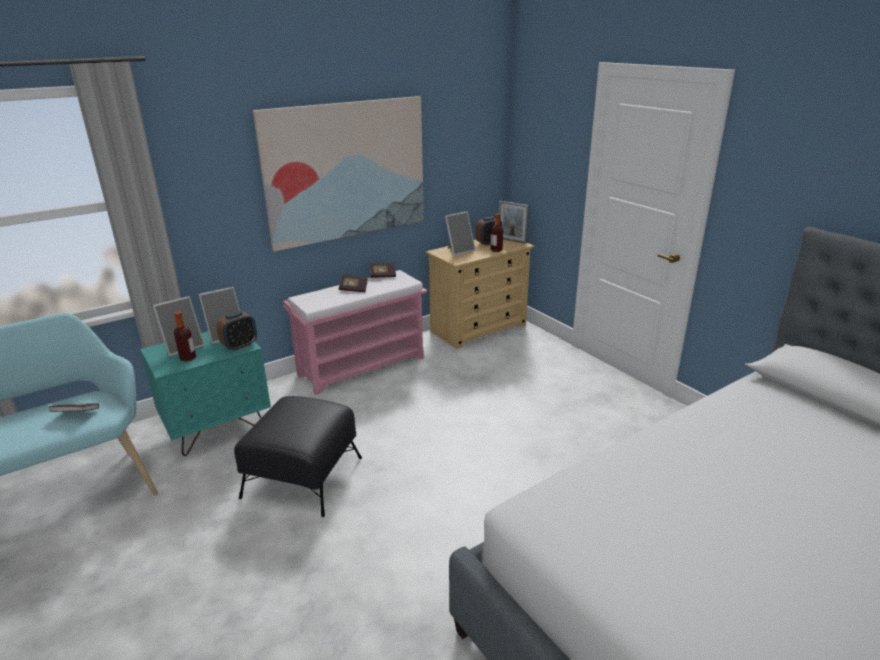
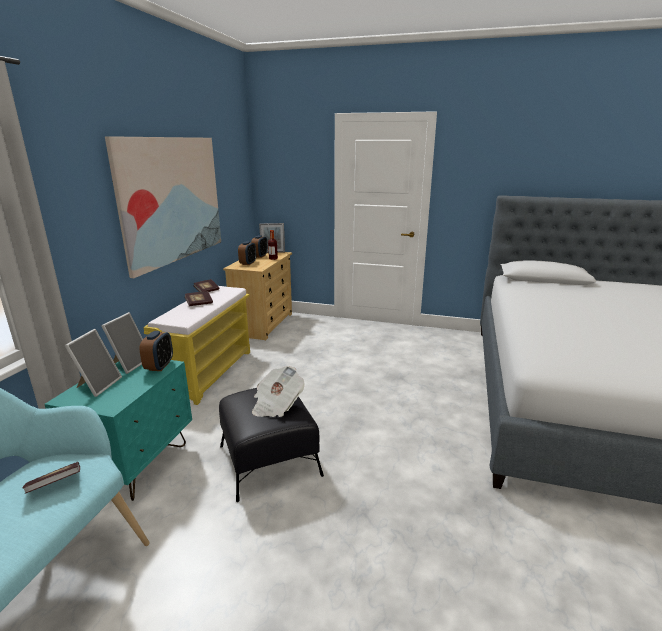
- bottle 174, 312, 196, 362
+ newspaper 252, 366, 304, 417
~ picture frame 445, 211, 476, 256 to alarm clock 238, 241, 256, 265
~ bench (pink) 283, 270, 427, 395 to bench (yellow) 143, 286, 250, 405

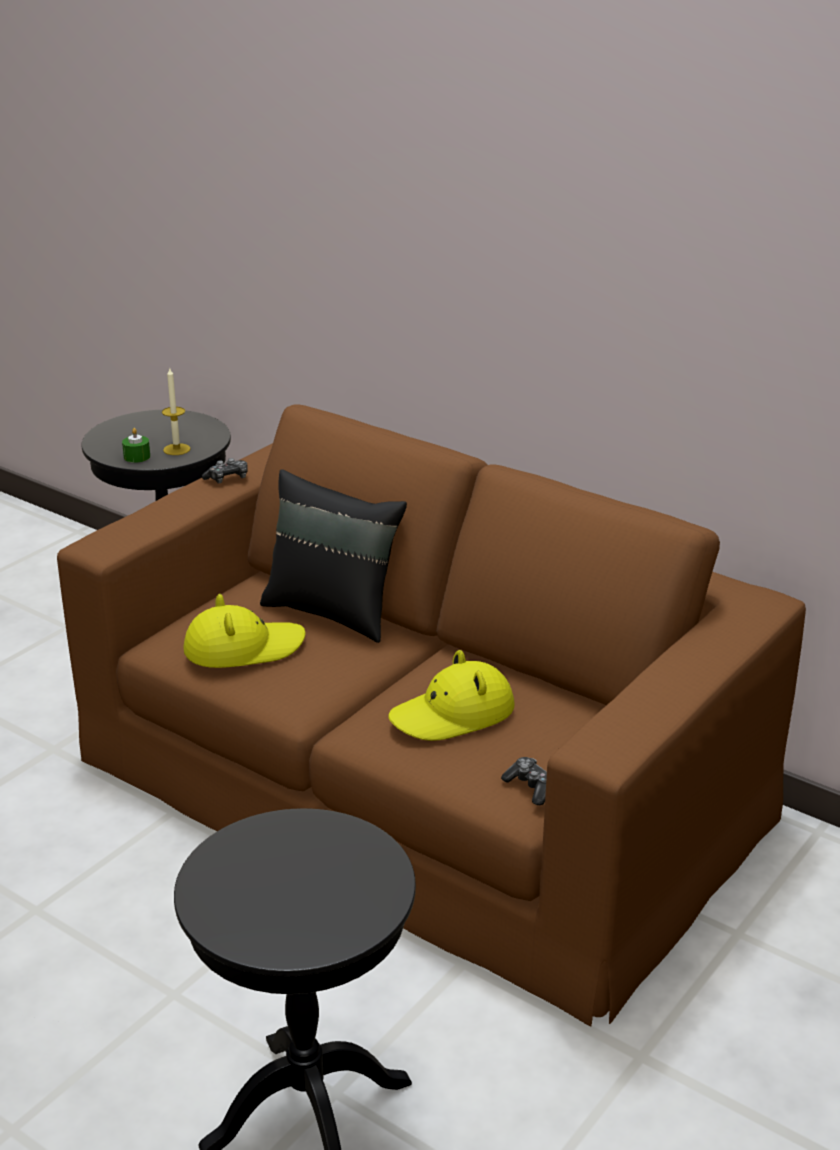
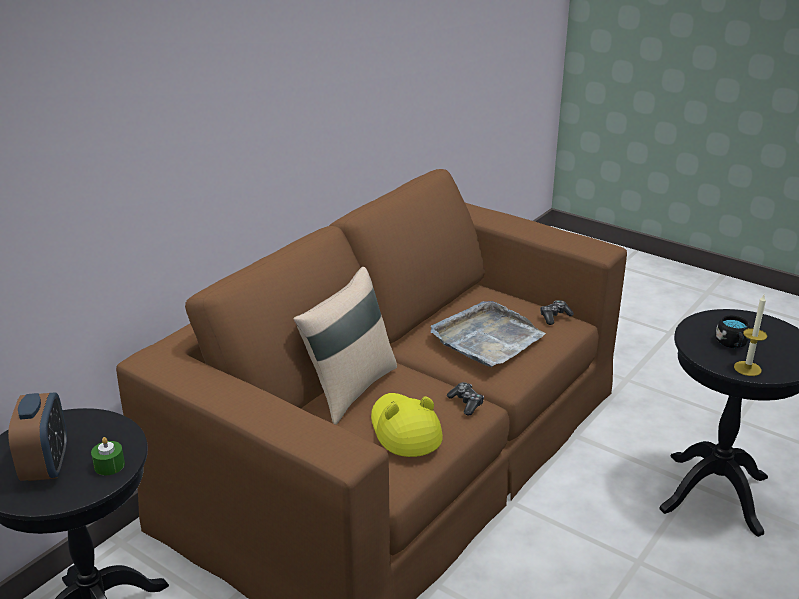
+ alarm clock 8, 392, 67, 481
+ mug (black) 716, 315, 750, 348
~ candle 162, 368, 191, 455 to 734, 295, 767, 376
~ game controller 202, 458, 248, 483 to 447, 382, 484, 416
~ hat (yellow) 388, 650, 515, 741 to tray (grey) 431, 301, 546, 367
~ pillow (black) 260, 469, 407, 643 to pillow (beige) 293, 267, 397, 425

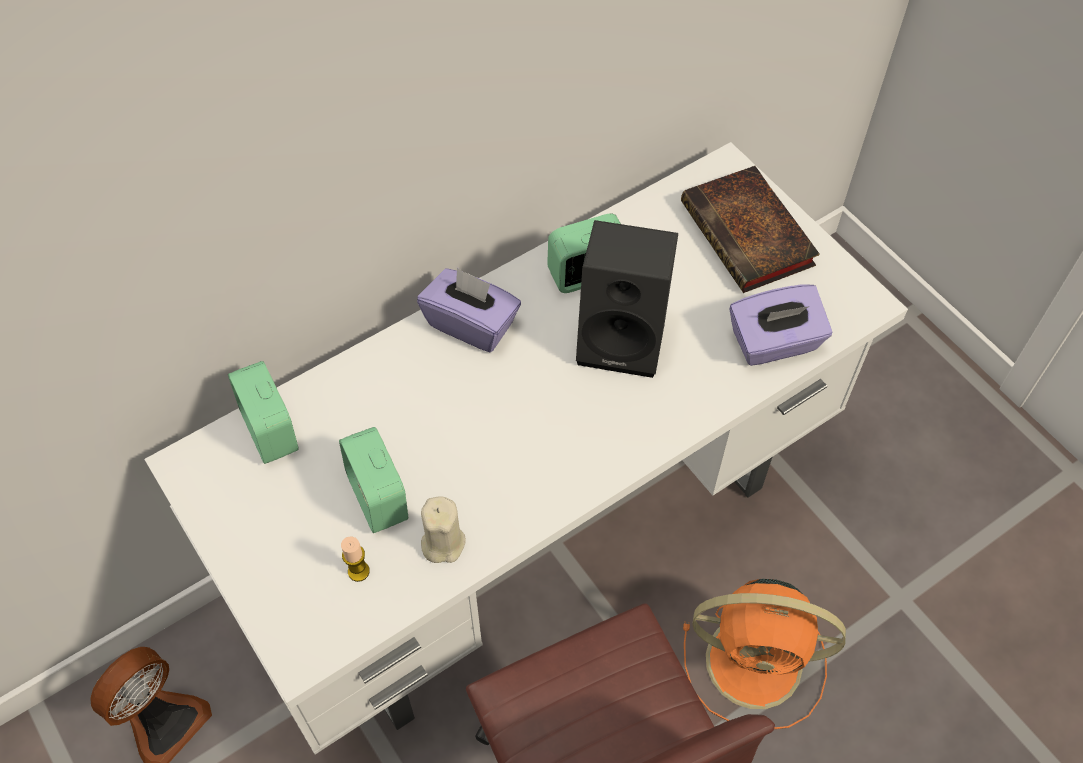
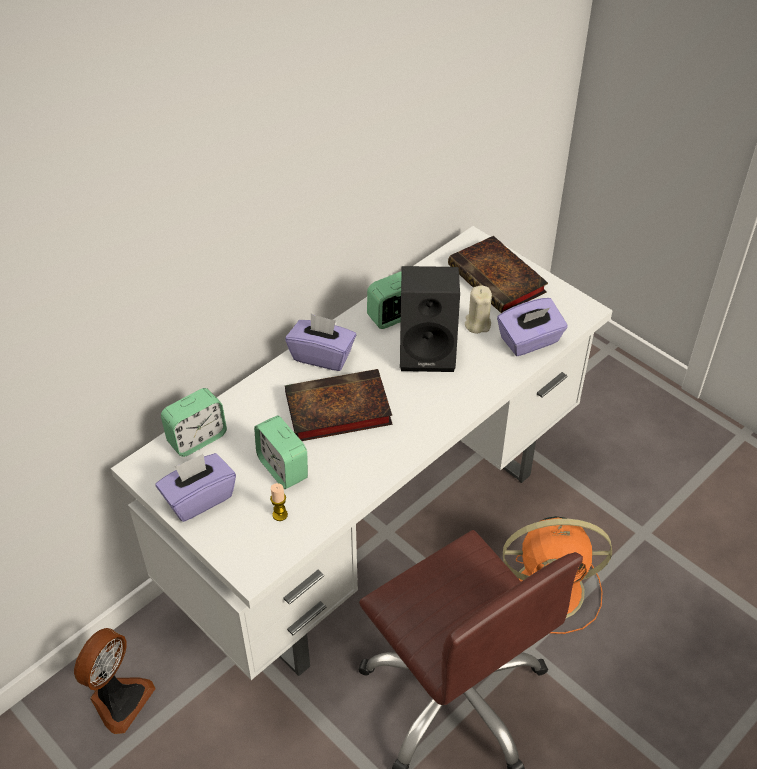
+ tissue box (purple) 156, 453, 236, 522
+ book 285, 369, 392, 441
~ candle (beige) 421, 497, 466, 563 to 465, 286, 492, 334
~ alarm clock 228, 361, 299, 464 = 161, 388, 227, 457 90 degrees counterclockwise

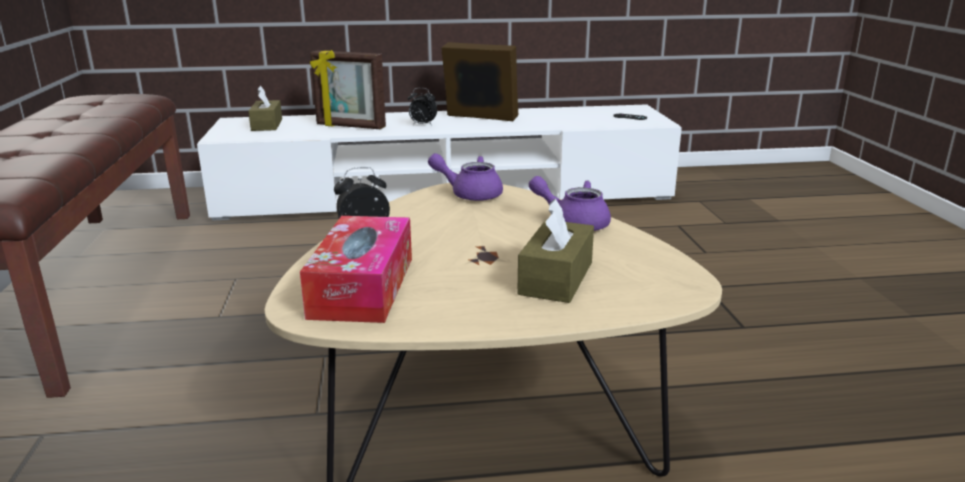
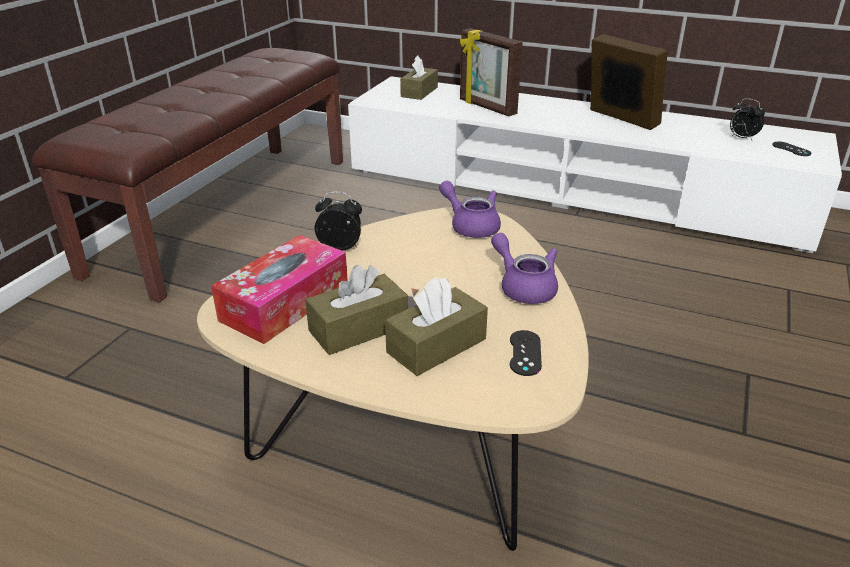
+ tissue box (brown) 305, 265, 408, 355
+ game controller (black) 510, 330, 542, 376
~ alarm clock 408, 88, 437, 125 to 730, 98, 765, 141

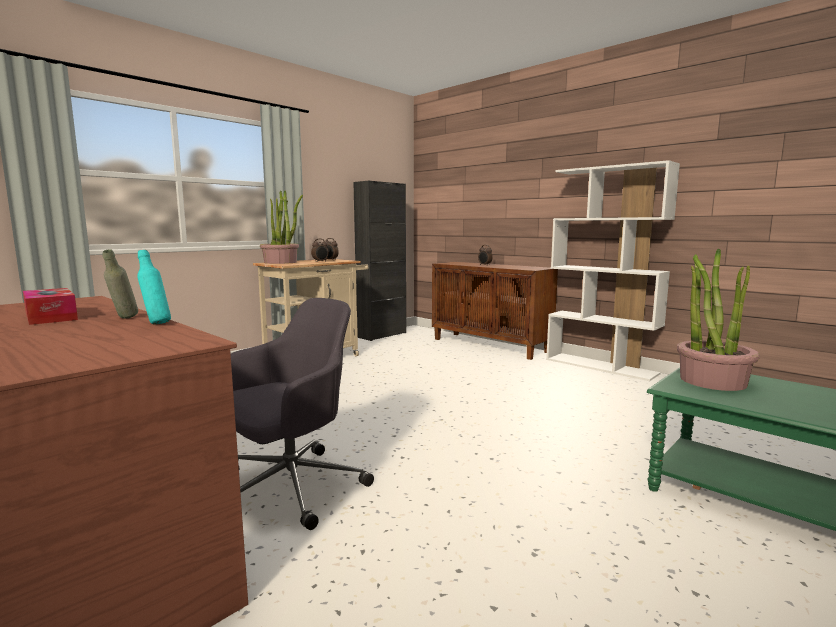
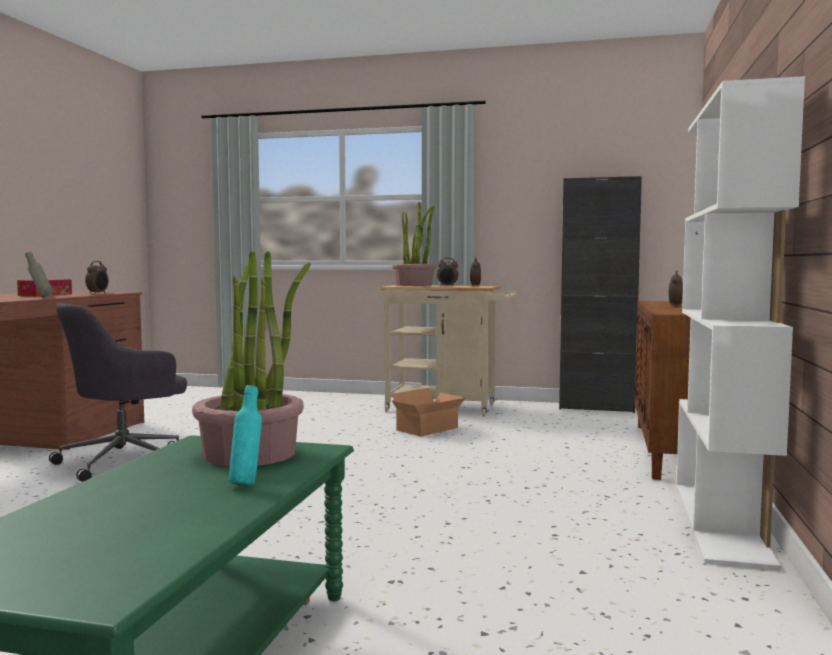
+ alarm clock 85, 261, 108, 294
+ cardboard box 392, 387, 467, 437
~ bottle (turquoise) 137, 250, 171, 324 to 229, 385, 262, 485
~ office chair (grey) 231, 298, 374, 530 = 49, 303, 187, 482 120 degrees clockwise

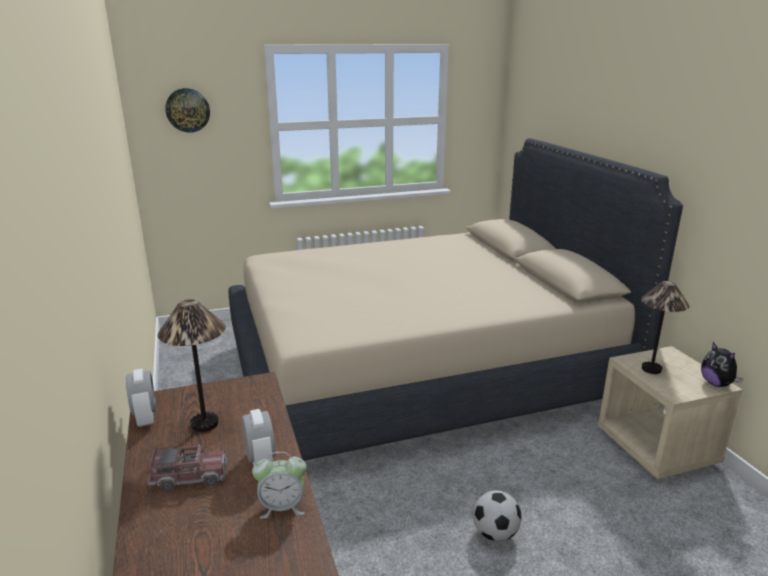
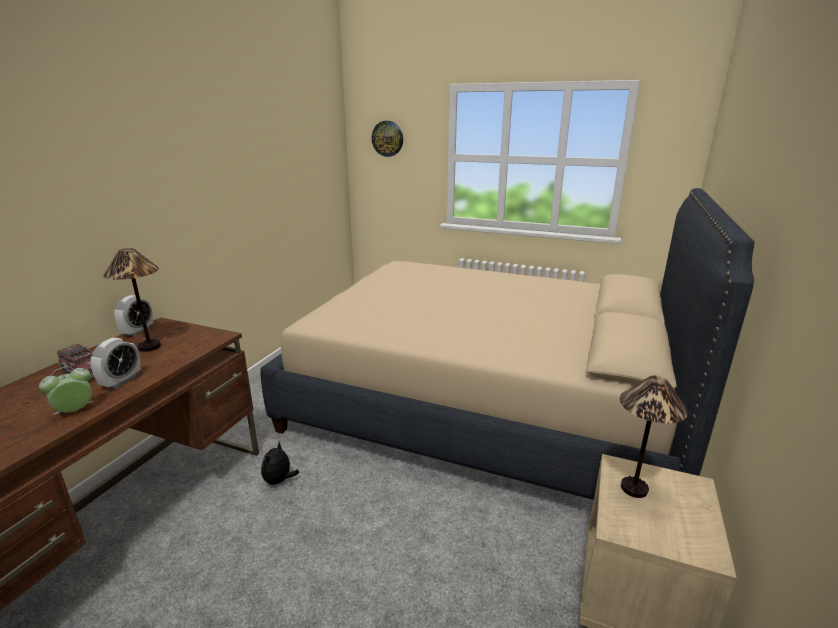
- football 473, 490, 521, 541
~ plush toy 701, 342, 743, 387 to 261, 442, 299, 485
~ alarm clock 252, 452, 307, 519 = 39, 367, 94, 415 105 degrees clockwise

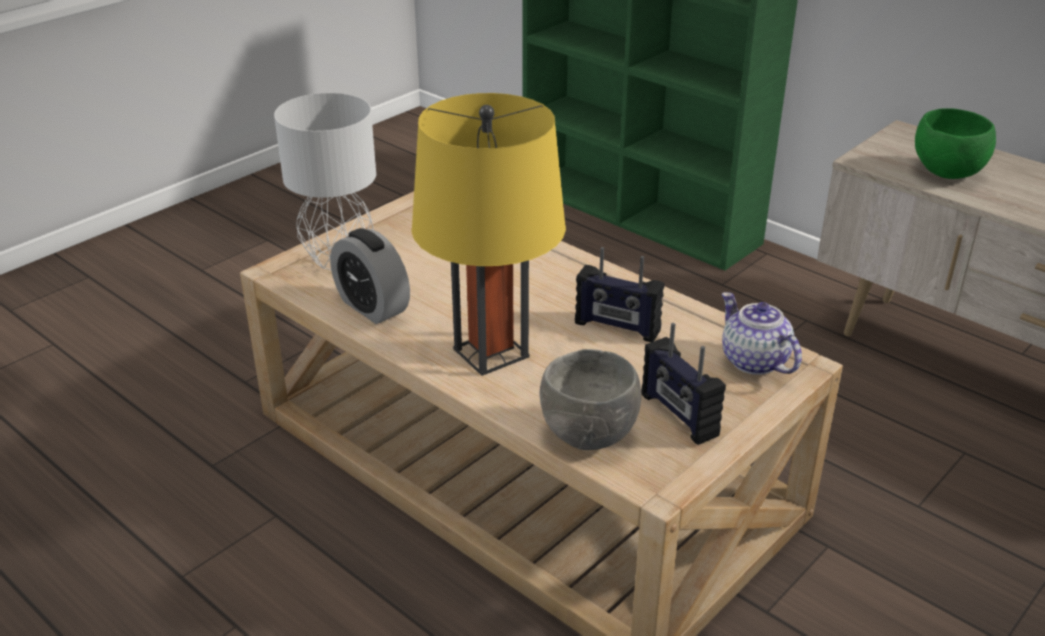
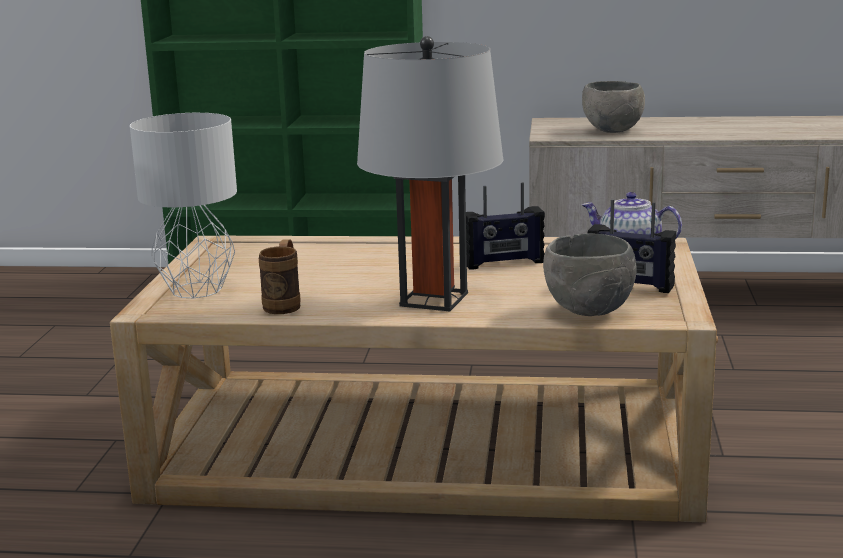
~ alarm clock 330, 228, 410, 324 to mug (brown) 259, 239, 301, 314
~ table lamp (yellow) 411, 93, 566, 376 to table lamp (grey) 357, 36, 504, 311
~ bowl (green) 915, 108, 996, 179 to bowl (grey) 582, 81, 645, 133

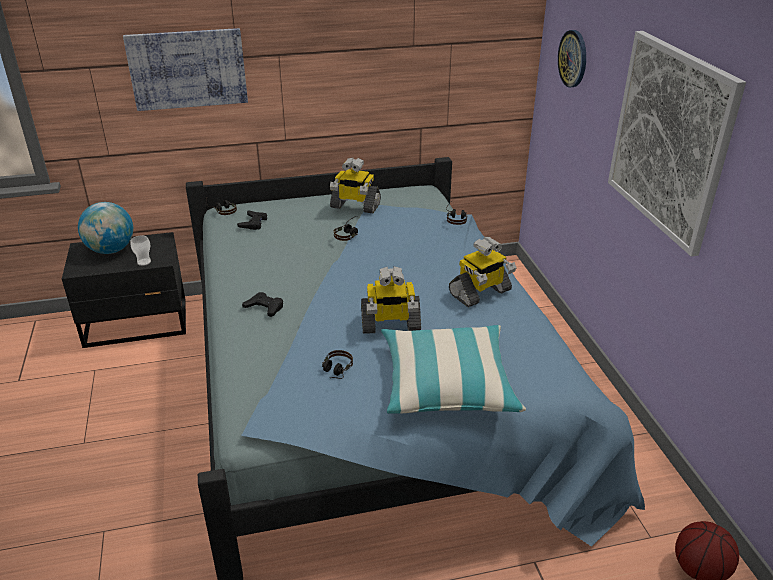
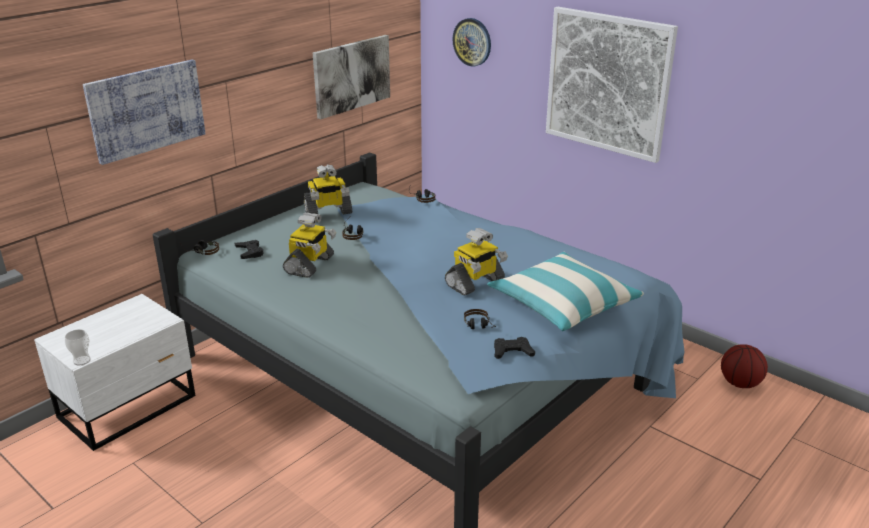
- globe 78, 202, 133, 254
+ picture 313, 35, 390, 119
~ cup 130, 235, 151, 266 to 65, 329, 91, 365
~ game controller (black) 242, 292, 283, 317 to 494, 337, 535, 359
~ toy robot 449, 237, 517, 307 to 283, 212, 336, 278
~ nightstand (black) 62, 232, 186, 348 to nightstand (white) 34, 294, 196, 451

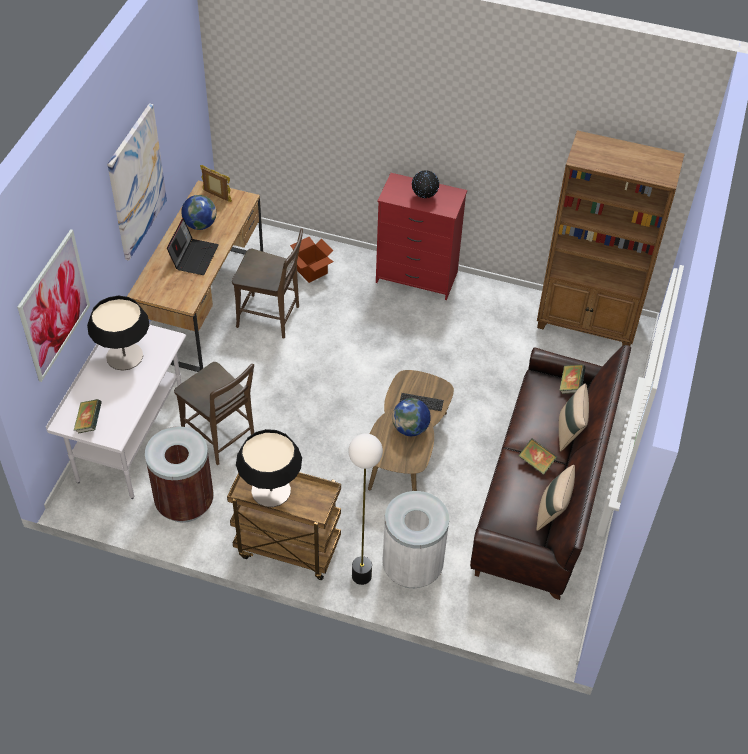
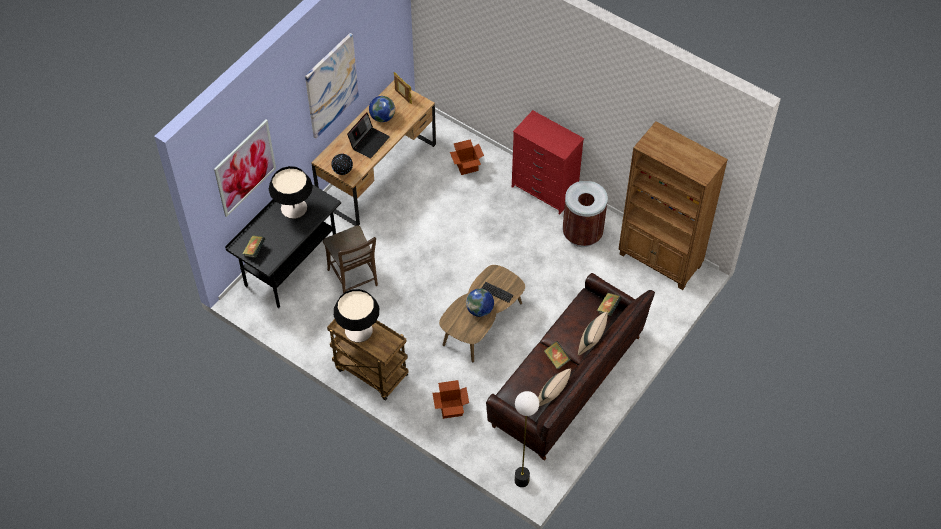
- chair (brown) 232, 228, 303, 339
~ trash can (brown) 145, 426, 214, 523 to 563, 181, 608, 247
~ floor lamp 348, 434, 383, 585 to 515, 391, 539, 487
~ globe 412, 170, 439, 198 to 331, 154, 353, 175
~ trash can (white) 382, 491, 449, 588 to cardboard box 432, 380, 469, 419
~ desk (white) 46, 325, 186, 499 to desk (black) 225, 184, 341, 308

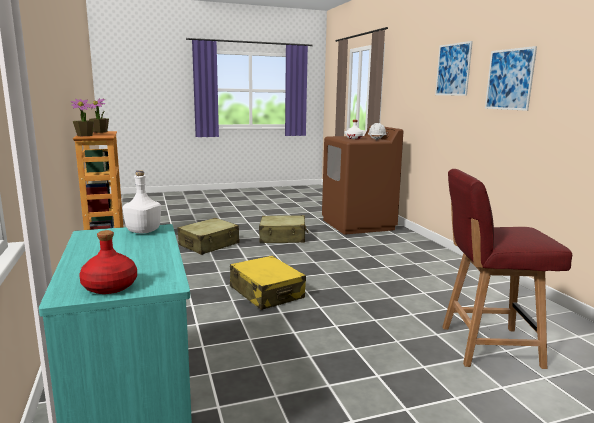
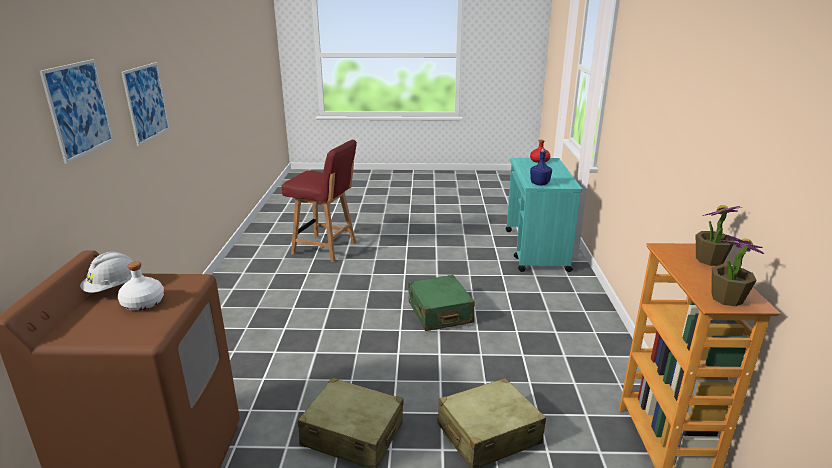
~ bottle (white) 122, 170, 161, 234 to bottle (blue) 530, 148, 552, 186
~ suitcase (yellow) 230, 255, 306, 310 to suitcase (green) 408, 275, 475, 331

